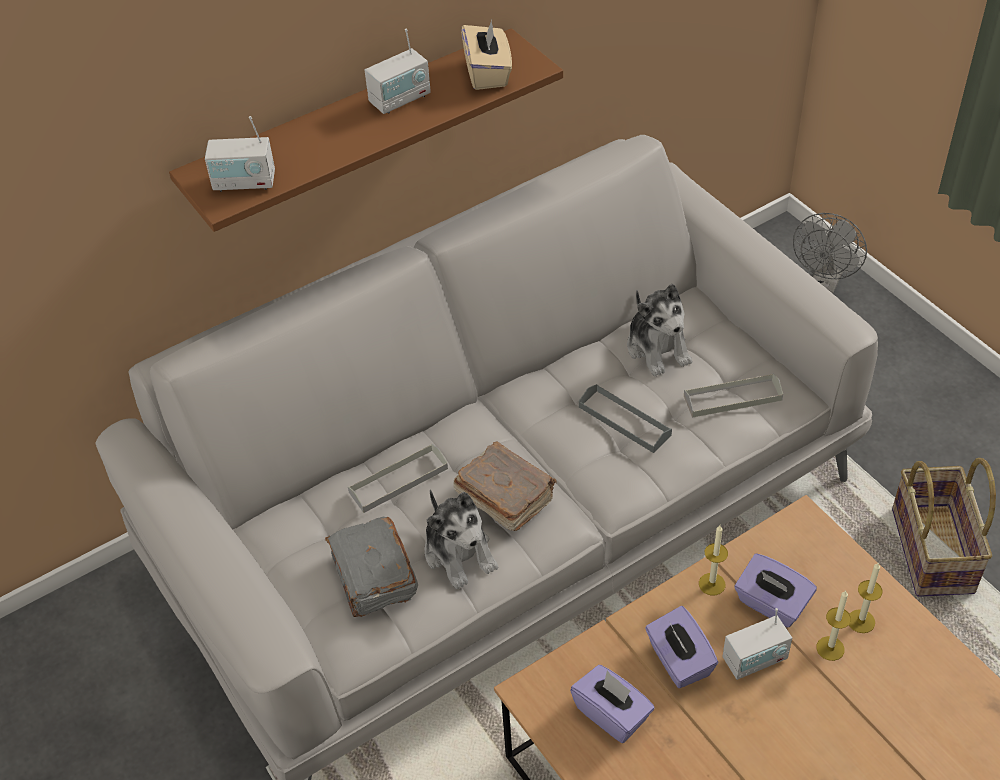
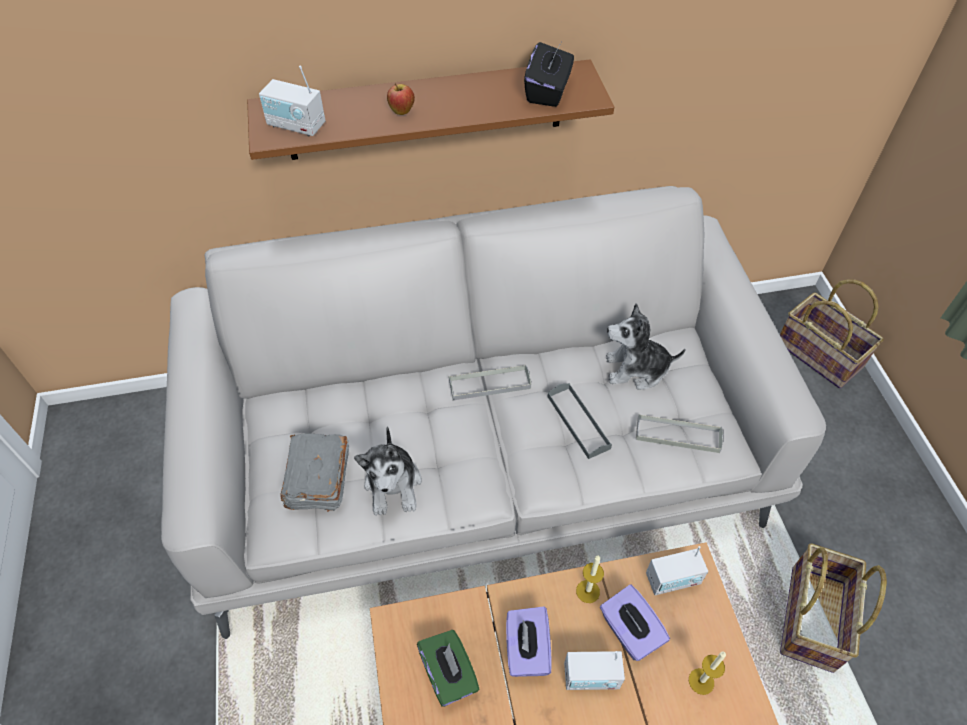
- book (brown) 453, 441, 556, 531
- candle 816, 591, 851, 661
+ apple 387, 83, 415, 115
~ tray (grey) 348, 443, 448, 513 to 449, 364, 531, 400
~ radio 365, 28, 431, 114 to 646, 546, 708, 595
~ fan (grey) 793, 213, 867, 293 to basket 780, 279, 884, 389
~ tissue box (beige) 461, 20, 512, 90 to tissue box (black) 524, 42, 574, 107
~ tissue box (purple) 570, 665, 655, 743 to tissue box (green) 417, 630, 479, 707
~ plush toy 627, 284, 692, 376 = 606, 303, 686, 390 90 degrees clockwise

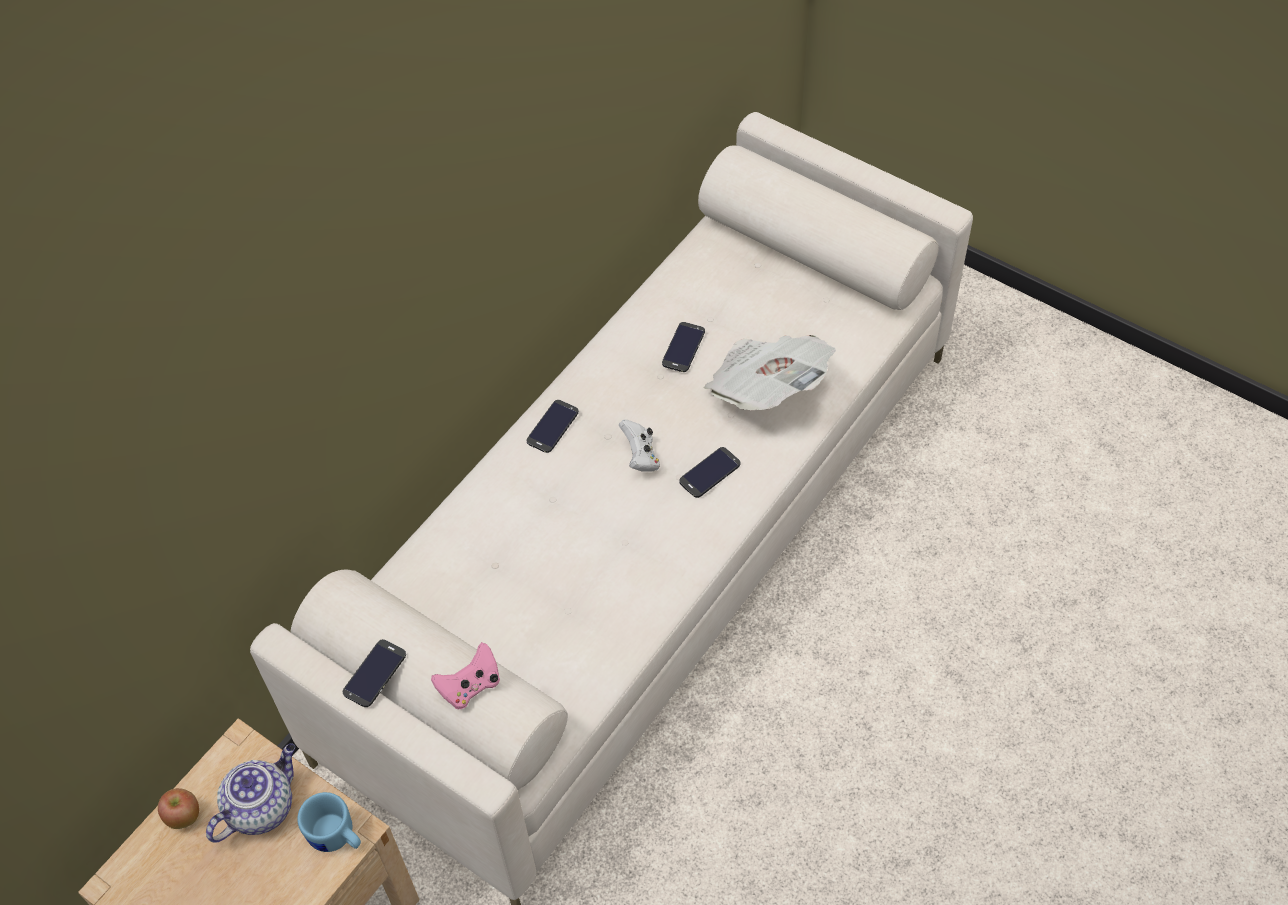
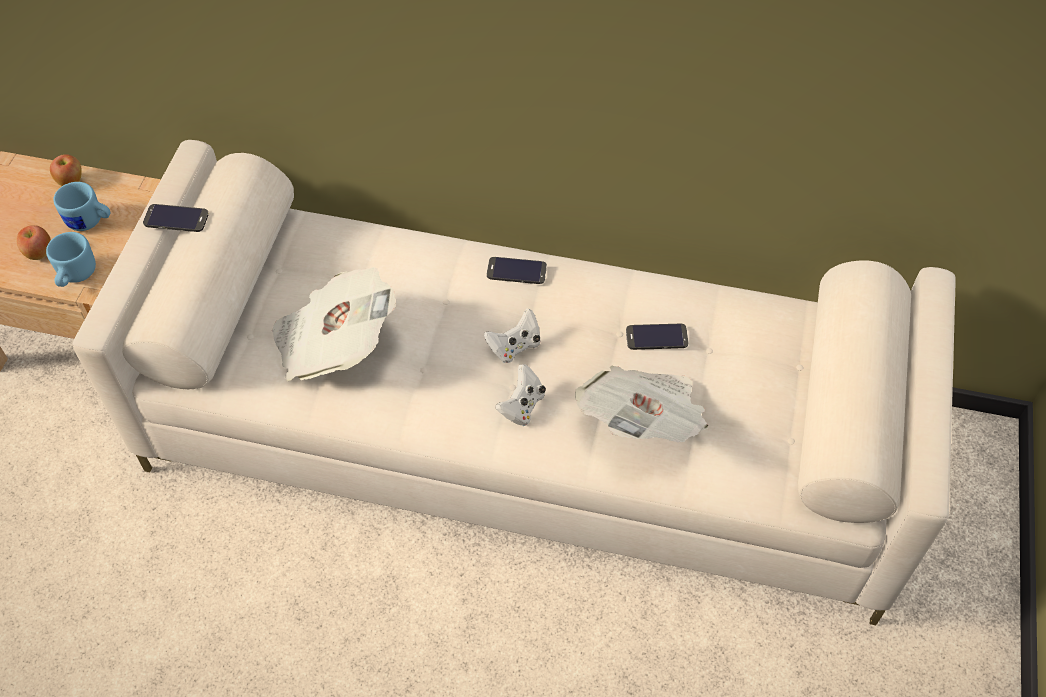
- game controller (pink) 431, 642, 500, 709
+ apple 16, 225, 51, 260
+ newspaper 272, 267, 396, 381
~ teapot 206, 743, 295, 843 to mug (blue) 53, 182, 110, 231
~ phone 679, 447, 740, 498 to game controller (white) 495, 364, 546, 426

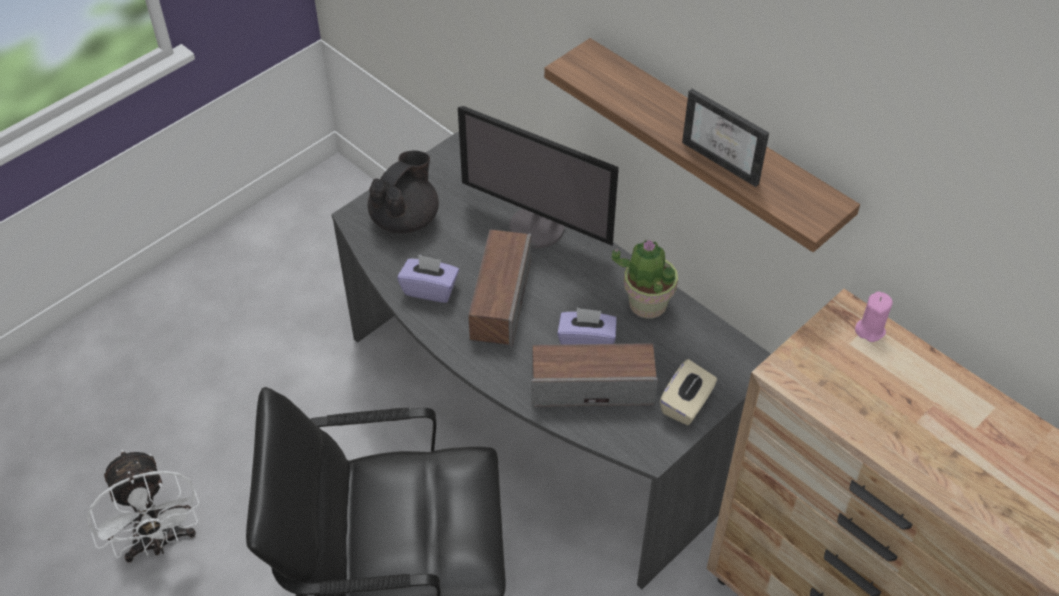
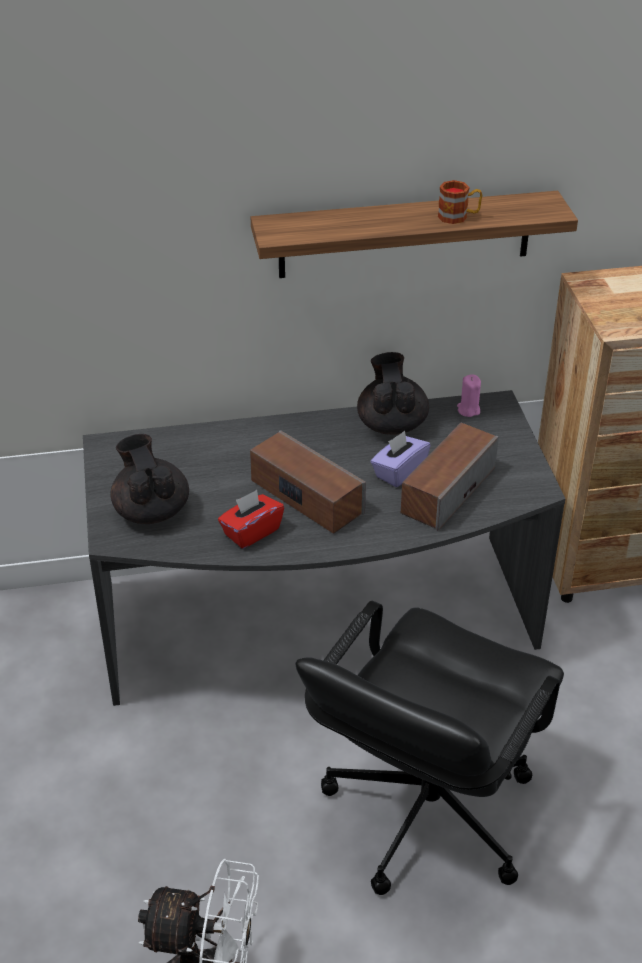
- monitor 458, 106, 619, 248
- tissue box (beige) 660, 359, 717, 425
~ candle (pink) 855, 292, 893, 342 to 457, 374, 481, 417
~ potted plant 612, 239, 678, 318 to teapot (black) 357, 352, 429, 435
~ picture frame 682, 89, 769, 187 to mug 438, 180, 482, 224
~ tissue box (purple) 397, 254, 459, 303 to tissue box (red) 218, 490, 284, 549

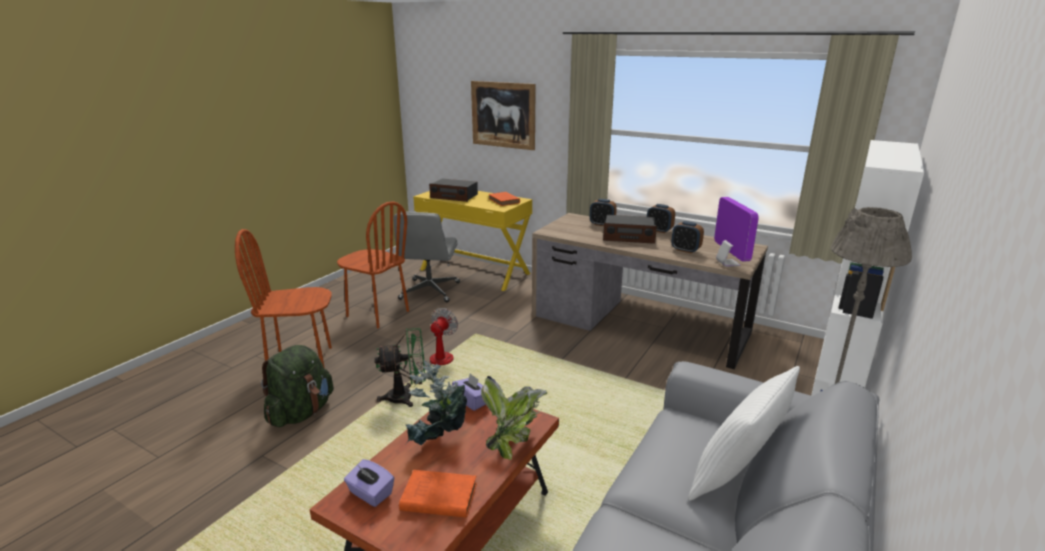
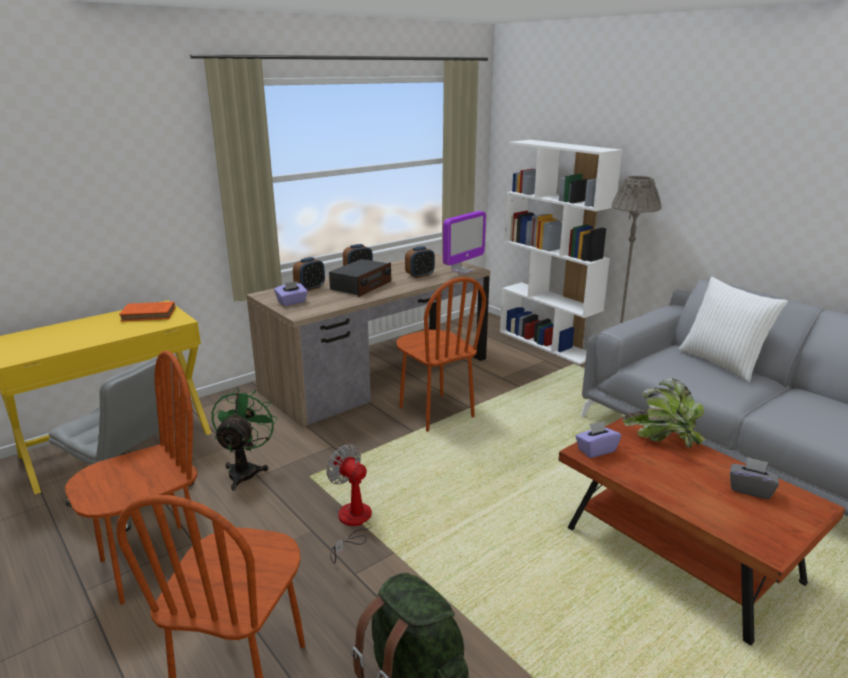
- potted plant 406, 360, 467, 445
- radio 429, 179, 478, 202
- picture 471, 81, 536, 150
+ chair (brown) 396, 277, 486, 432
~ tissue box (purple) 344, 459, 394, 507 to 274, 281, 308, 306
~ fan (green) 374, 328, 426, 407 to 212, 388, 277, 490
~ book (orange) 399, 470, 477, 518 to tissue box (grey) 730, 457, 779, 500
~ monitor 714, 197, 759, 267 = 443, 211, 486, 274 120 degrees clockwise

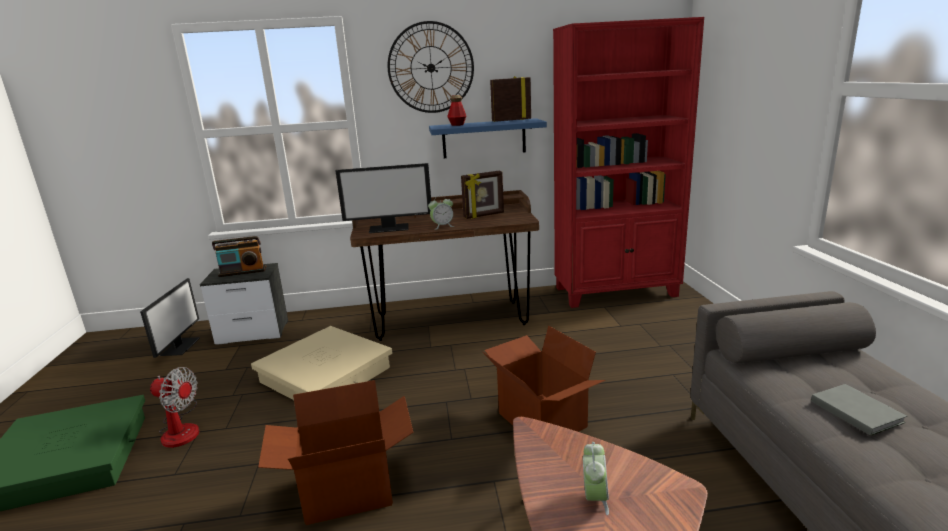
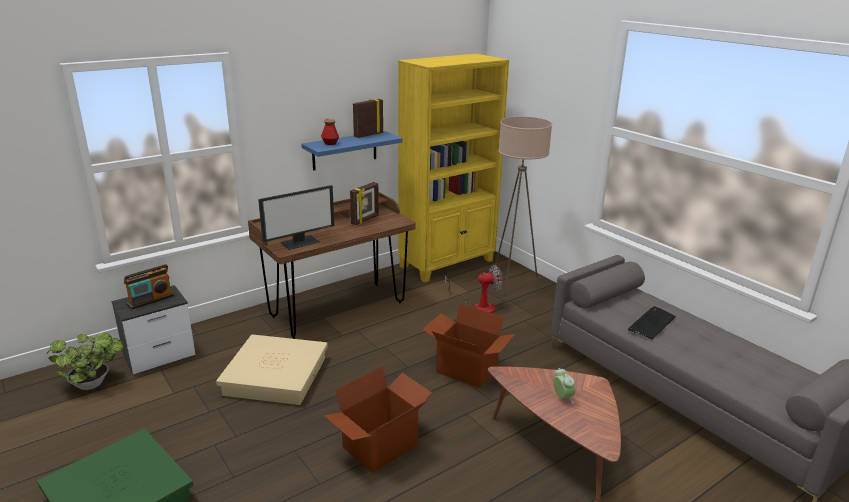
- wall clock 388, 21, 474, 113
- alarm clock 428, 196, 454, 230
+ floor lamp (beige) 494, 117, 552, 306
~ fan 150, 367, 199, 448 to 445, 265, 502, 313
~ monitor 140, 278, 200, 358 to potted plant 47, 332, 123, 390
~ book (grey) 811, 384, 907, 436 to keyboard 628, 306, 676, 339
~ bookcase (red) 553, 17, 704, 308 to bookcase (yellow) 398, 54, 509, 283

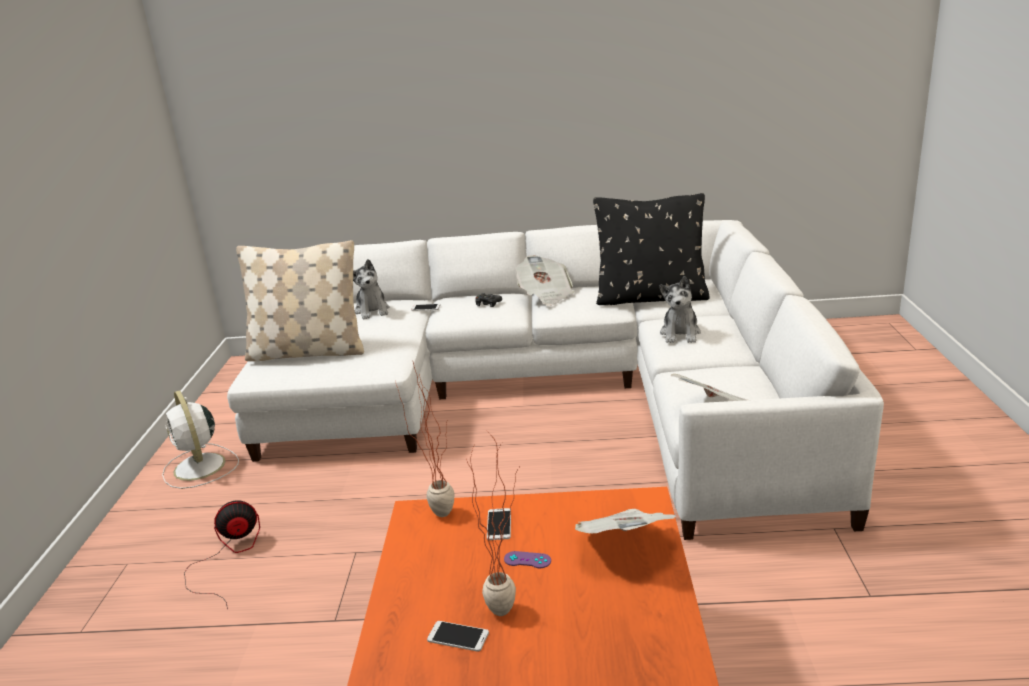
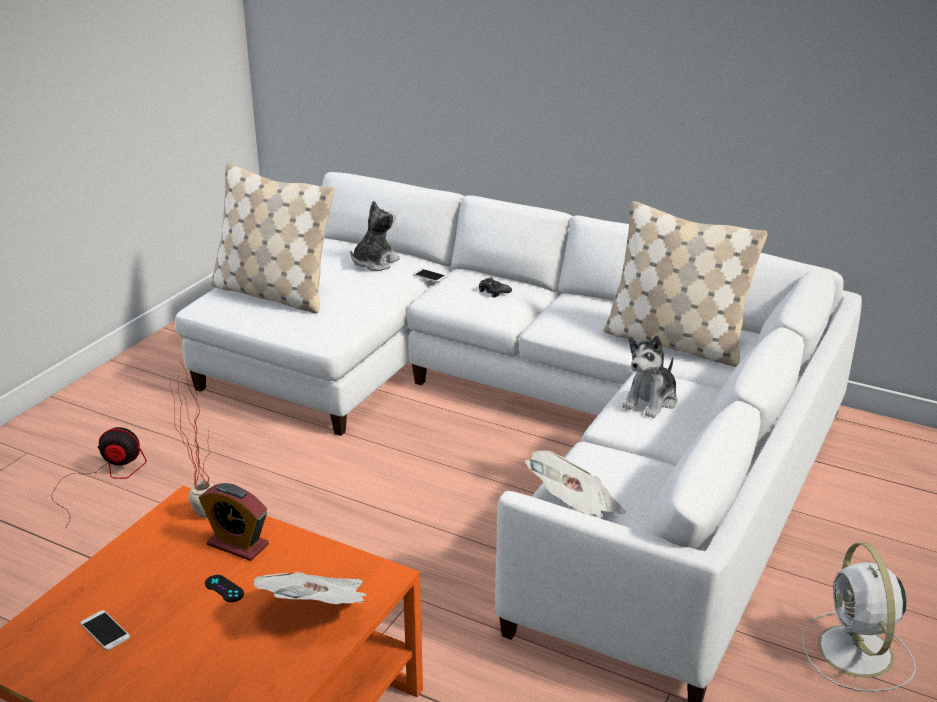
- potted plant 466, 430, 519, 616
- newspaper 516, 255, 574, 306
~ fan (white) 162, 390, 239, 489 to 802, 543, 916, 692
~ phone 487, 508, 511, 540 to alarm clock 199, 483, 269, 561
~ game controller (purple) 504, 551, 551, 568 to game controller (black) 205, 575, 244, 602
~ pillow (black) 593, 193, 710, 305 to pillow (beige) 603, 201, 767, 367
~ plush toy 353, 259, 390, 319 = 350, 201, 400, 271 150 degrees counterclockwise

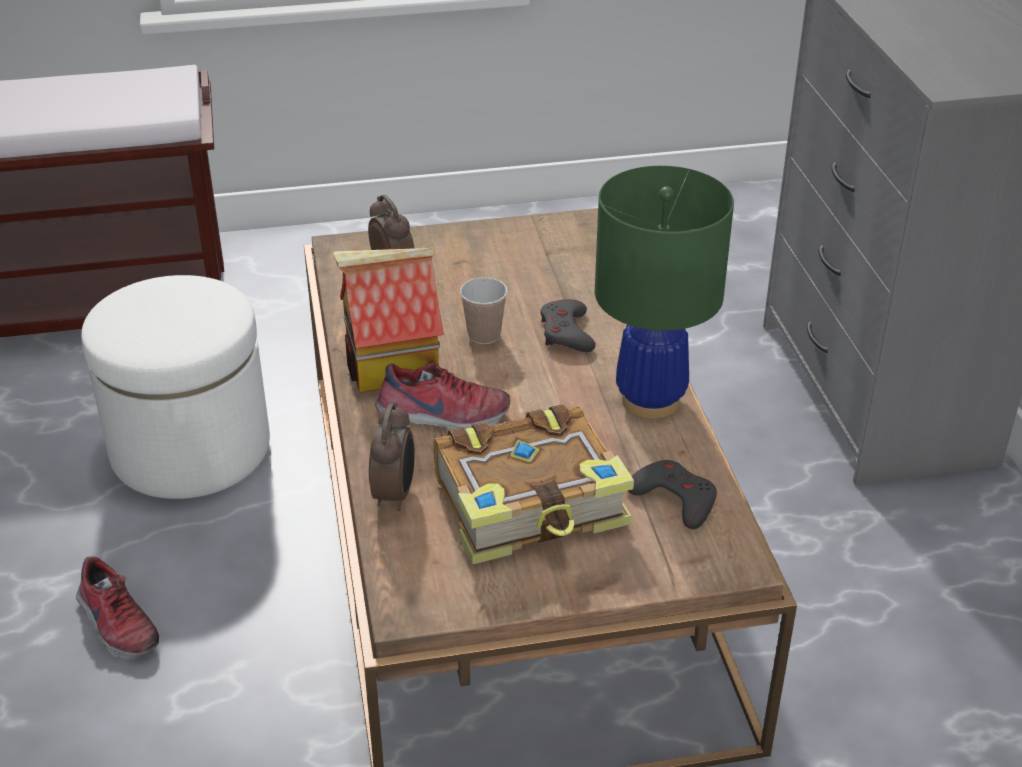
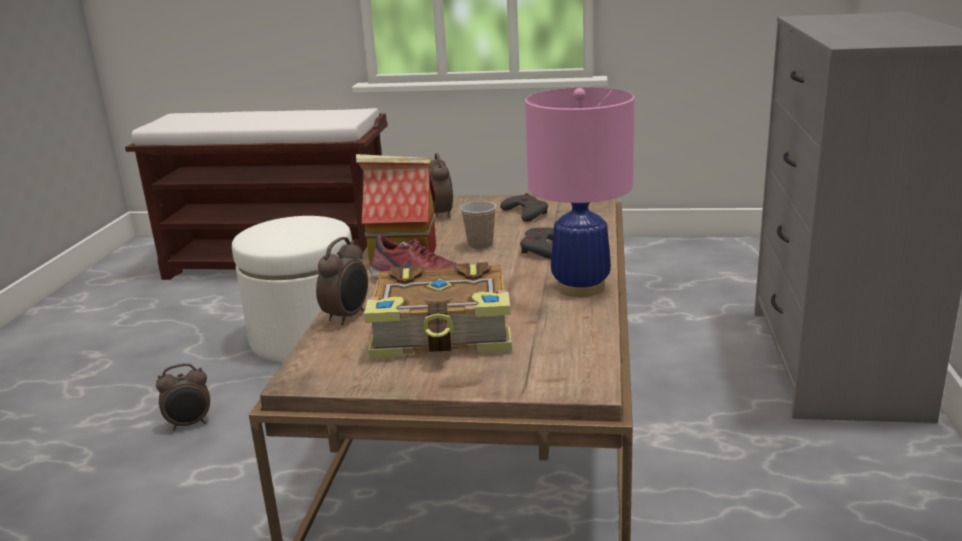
~ game controller (grey) 628, 460, 717, 529 to 500, 193, 548, 222
~ shoe 76, 556, 159, 660 to alarm clock 156, 363, 210, 431
~ table lamp (green) 595, 166, 734, 419 to table lamp (pink) 525, 87, 635, 297

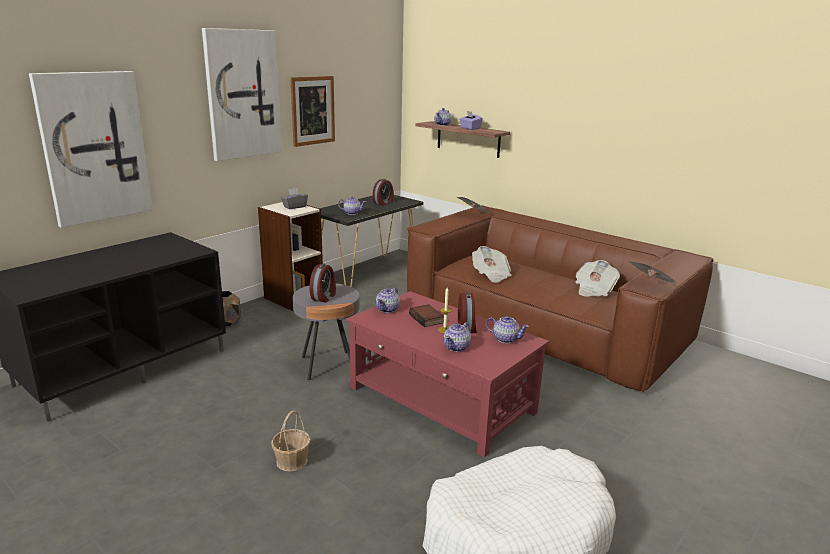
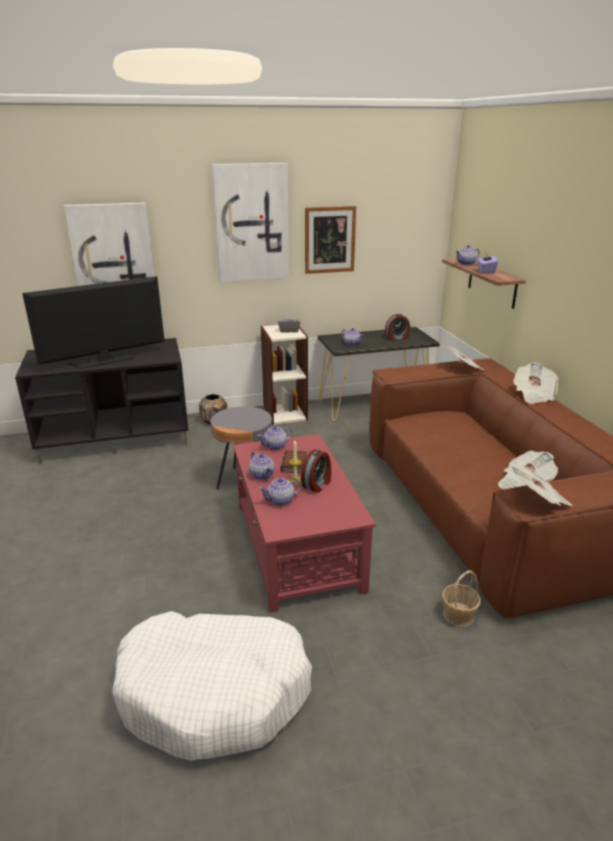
- alarm clock 309, 264, 336, 303
+ television 22, 276, 165, 369
~ basket 271, 410, 311, 472 to 442, 571, 481, 627
~ newspaper 472, 246, 512, 283 to 513, 363, 559, 404
~ teapot 486, 316, 529, 343 to 249, 451, 275, 480

